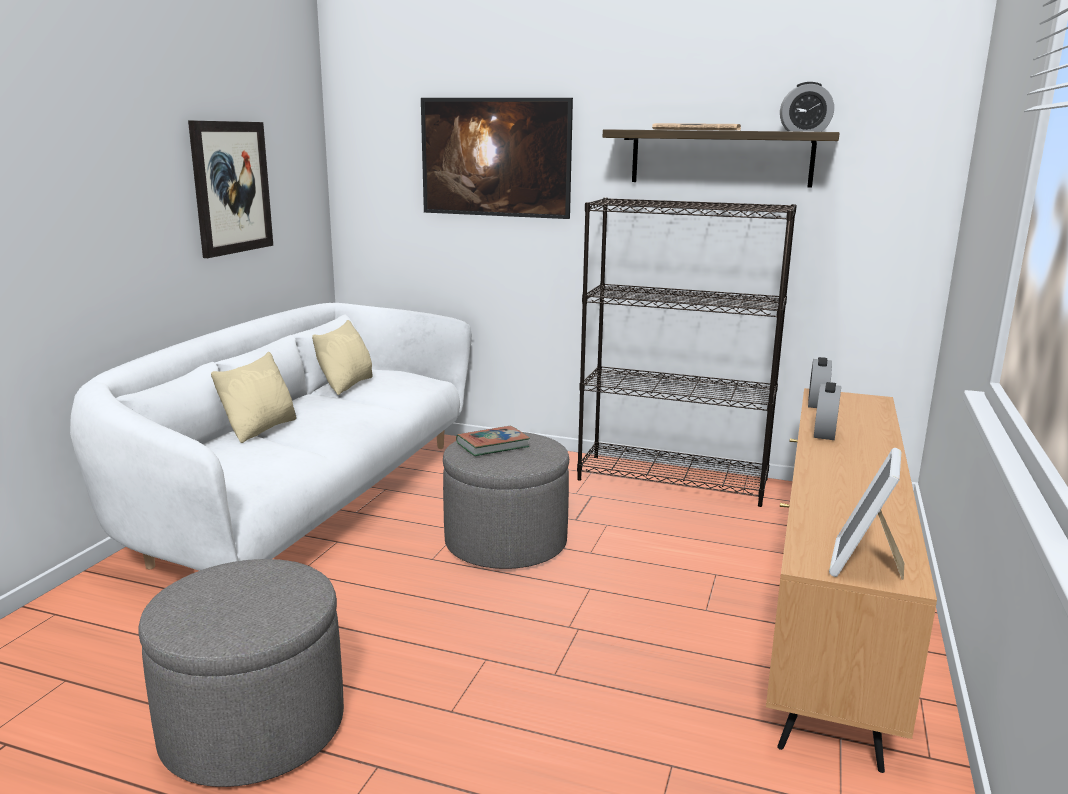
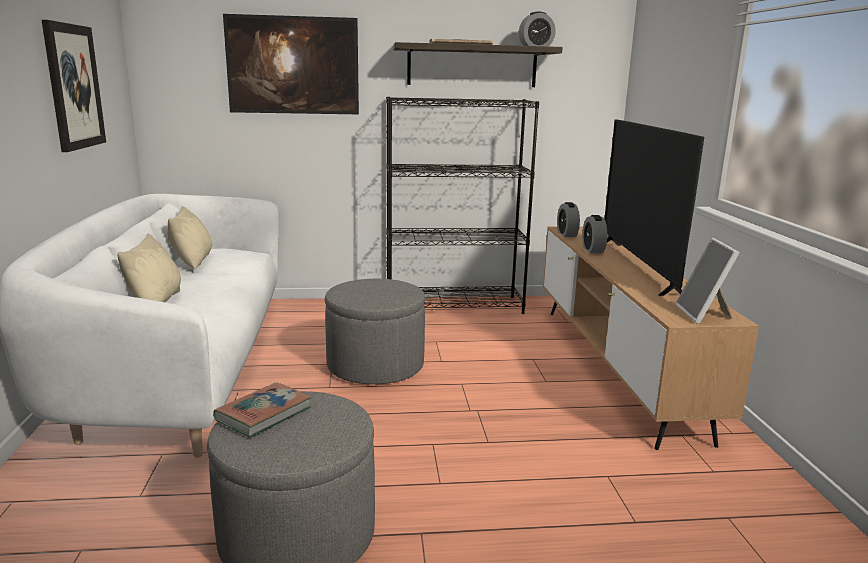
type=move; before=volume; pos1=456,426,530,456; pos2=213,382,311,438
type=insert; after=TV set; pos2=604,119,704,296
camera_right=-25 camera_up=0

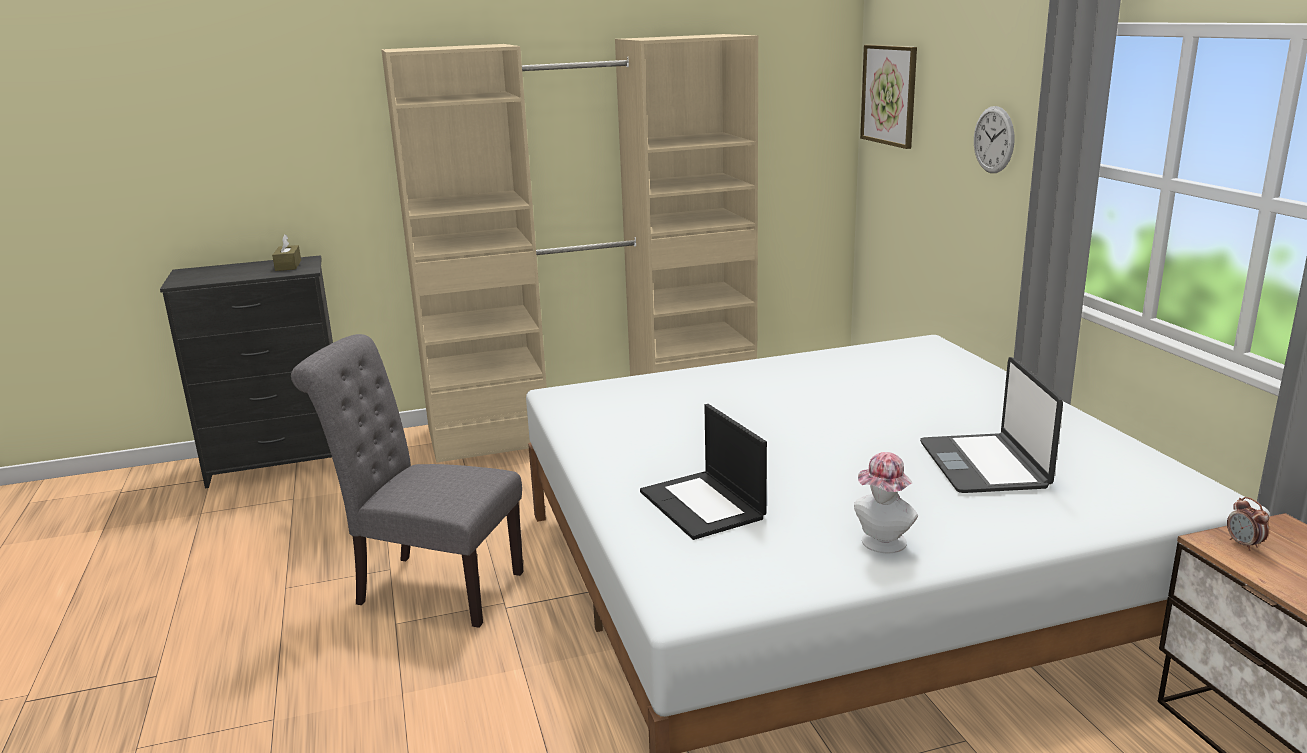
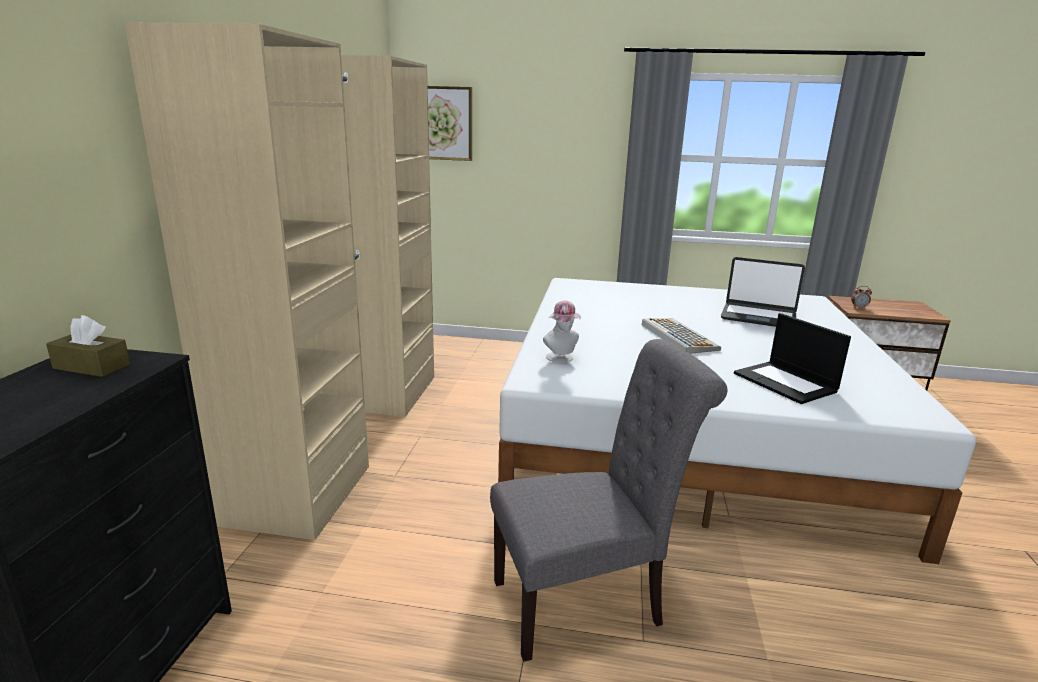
type=rotate; before=grey upright chair; pos1=291,334,523,628; pos2=490,339,727,662; turn=-150
type=move; before=clothing hat; pos1=854,452,918,553; pos2=543,300,581,363
type=insert; after=PC keyboard; pos2=642,318,721,354
type=rotate; before=portable computer; pos1=640,404,767,540; pos2=734,313,851,404; turn=60
type=delete; before=clock on the wall; pos1=974,106,1014,173
camera_right=-65 camera_up=0

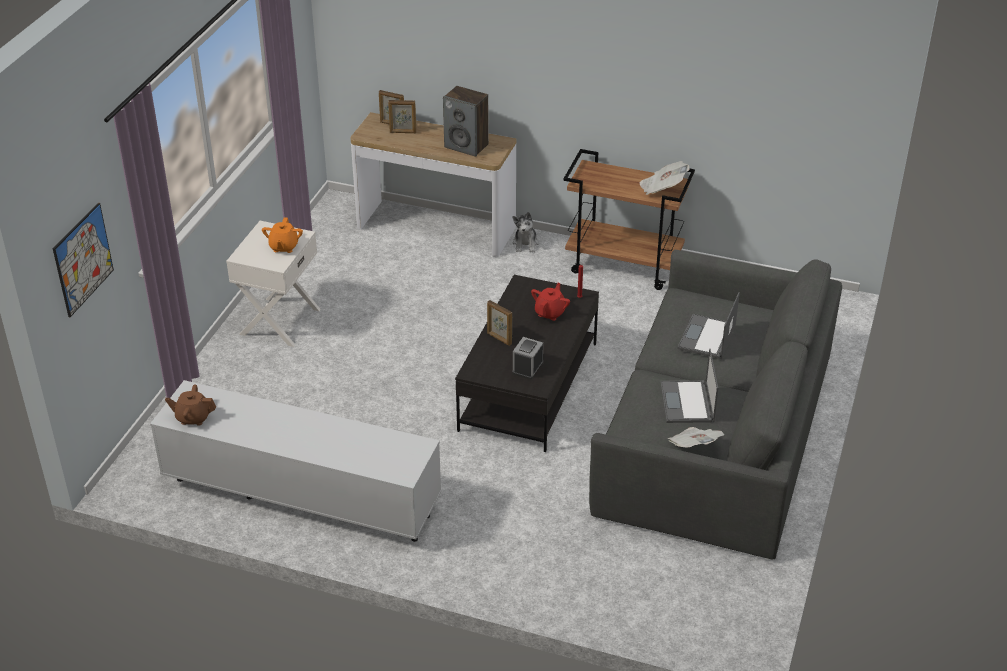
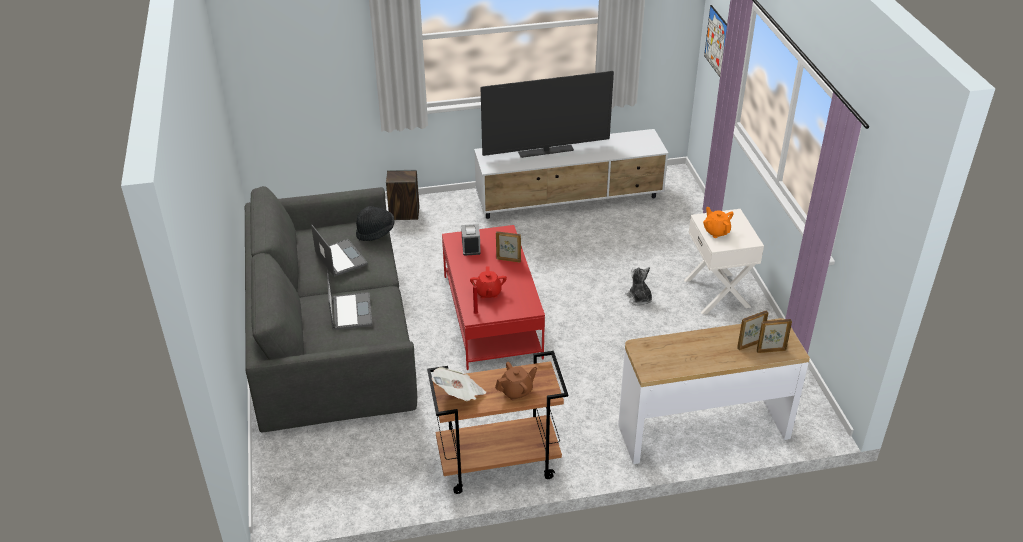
type=insert; after=blackish clothing hat; pos2=356,206,395,241
type=move; before=audio speaker; pos1=443,86,489,157; pos2=386,170,420,220
type=recolor; before=blackish lounge table; after=red lounge table; pos1=455,275,599,452; pos2=442,225,545,370
type=insert; after=TV set; pos2=481,71,614,158
type=move; before=brown-coloured pot for tea; pos1=165,384,216,426; pos2=495,362,537,400
type=move; before=cuddly toy; pos1=512,212,539,252; pos2=625,267,652,306
type=delete; before=newspaper; pos1=667,427,725,447
camera_right=150 camera_up=0

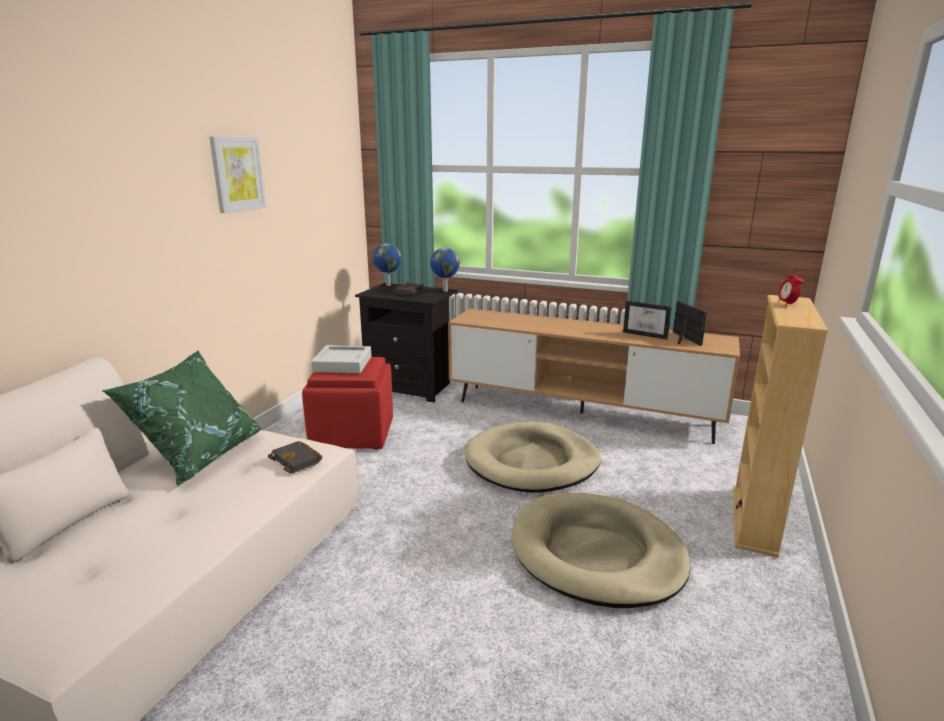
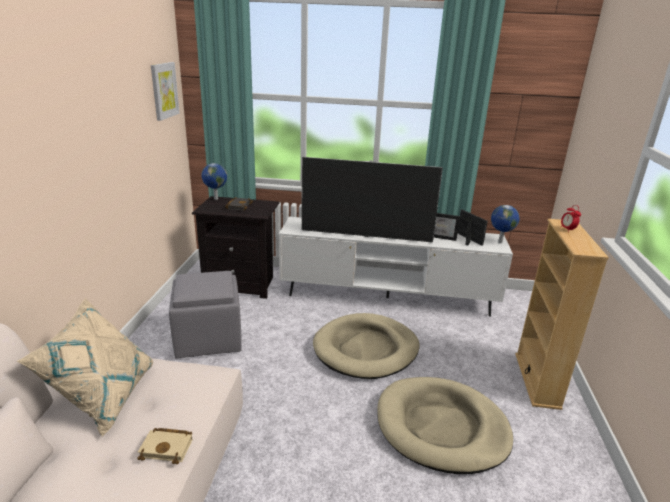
type=recolor; before=green-coloured pillow; after=beige-coloured pillow; pos1=102,350,261,486; pos2=17,298,153,436
type=insert; after=beige-coloured volume; pos2=138,428,192,464
type=move; before=picture; pos1=209,136,266,213; pos2=151,62,180,121
type=recolor; before=red ottoman; after=grey ottoman; pos1=302,357,393,449; pos2=169,271,242,359
type=recolor; before=brown-coloured tv unit; after=white tv unit; pos1=448,309,740,444; pos2=279,217,513,317
type=insert; after=TV set; pos2=301,157,443,242
type=move; before=globe; pos1=430,248,460,292; pos2=491,205,520,243
type=delete; before=blackish volume; pos1=268,441,322,473
type=delete; before=grey carrying tray; pos1=311,345,371,373
camera_right=-15 camera_up=5

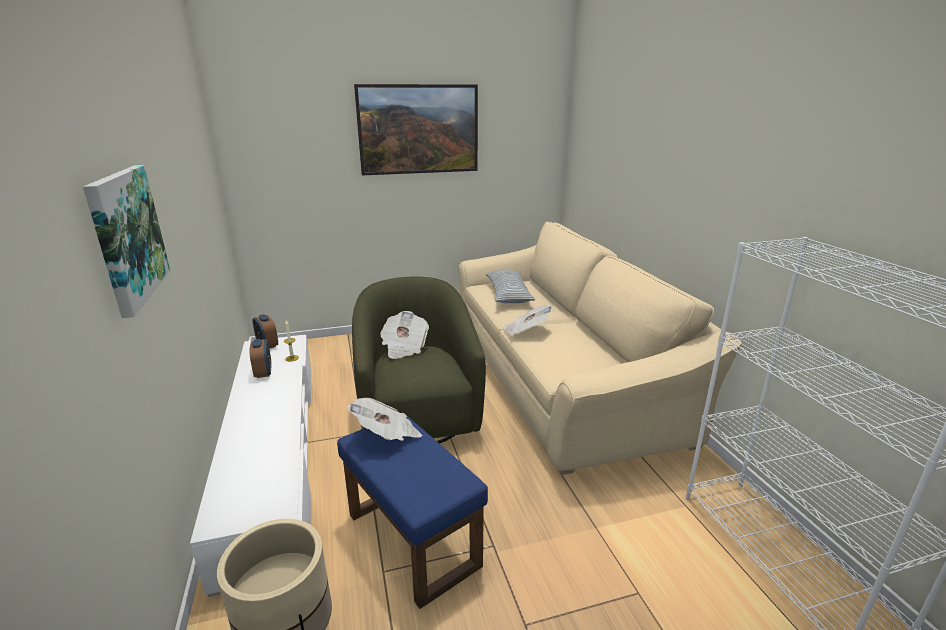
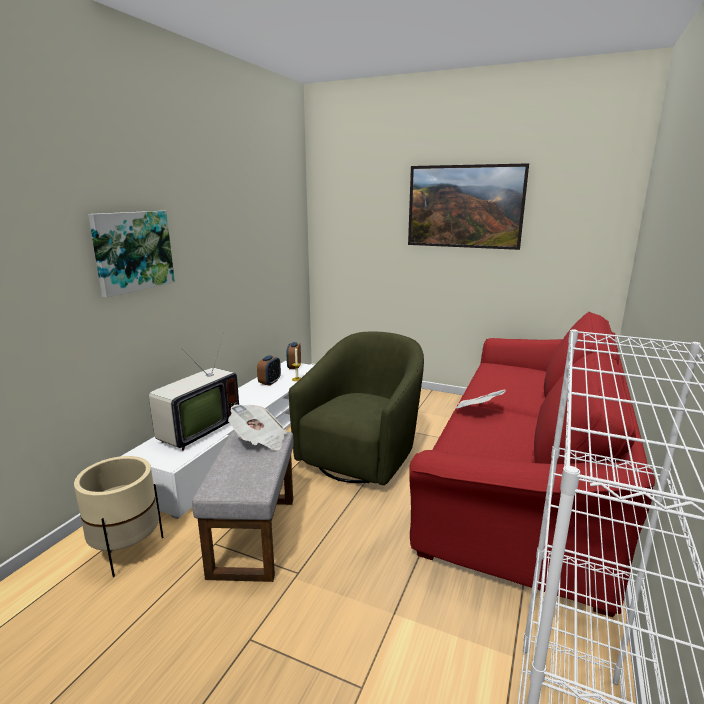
type=insert; after=TV set; pos2=149,332,239,451
type=recolor; before=bluish ottoman; after=grey ottoman; pos1=337,416,488,609; pos2=192,431,294,582
type=recolor; before=beige-coloured settee; after=red settee; pos1=459,221,742,475; pos2=409,312,655,617
type=delete; before=newspaper; pos1=380,311,429,359
type=delete; before=pillow; pos1=486,270,535,303
camera_right=40 camera_up=-5

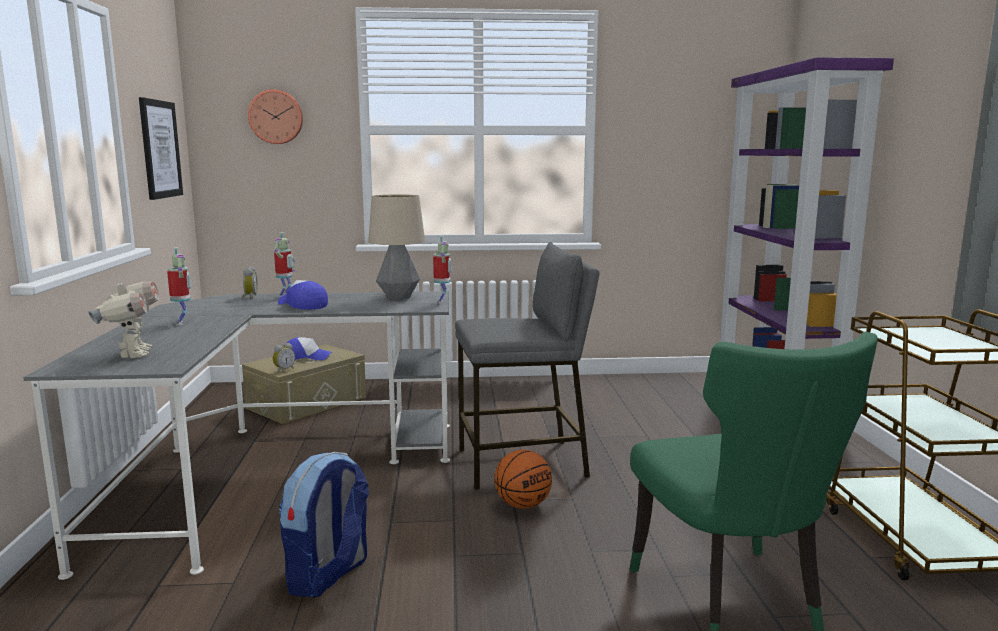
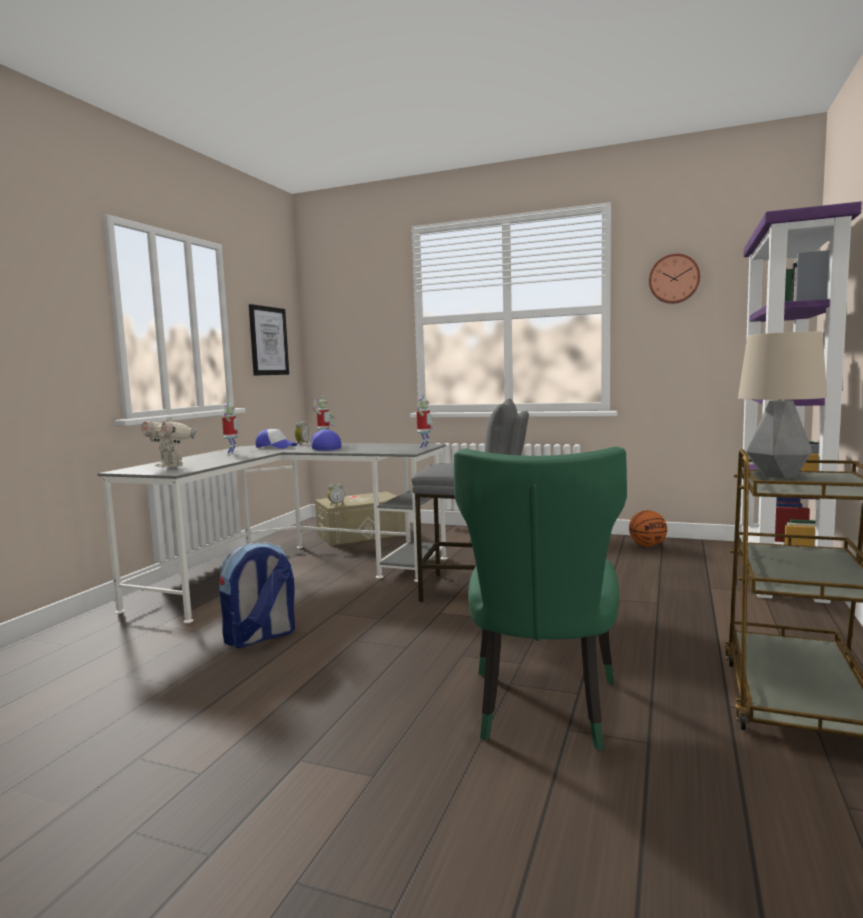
type=rotate; before=robot figure; pos1=88,276,159,358; pos2=141,412,196,467; turn=120
type=move; before=baseball cap; pos1=284,337,331,360; pos2=255,429,297,449
type=move; before=basketball; pos1=495,450,552,509; pos2=629,510,667,547
type=move; before=clock on the wall; pos1=248,89,303,144; pos2=649,254,700,304
type=move; before=tabletop lamp; pos1=368,194,425,299; pos2=738,331,827,478
camera_right=25 camera_up=-5

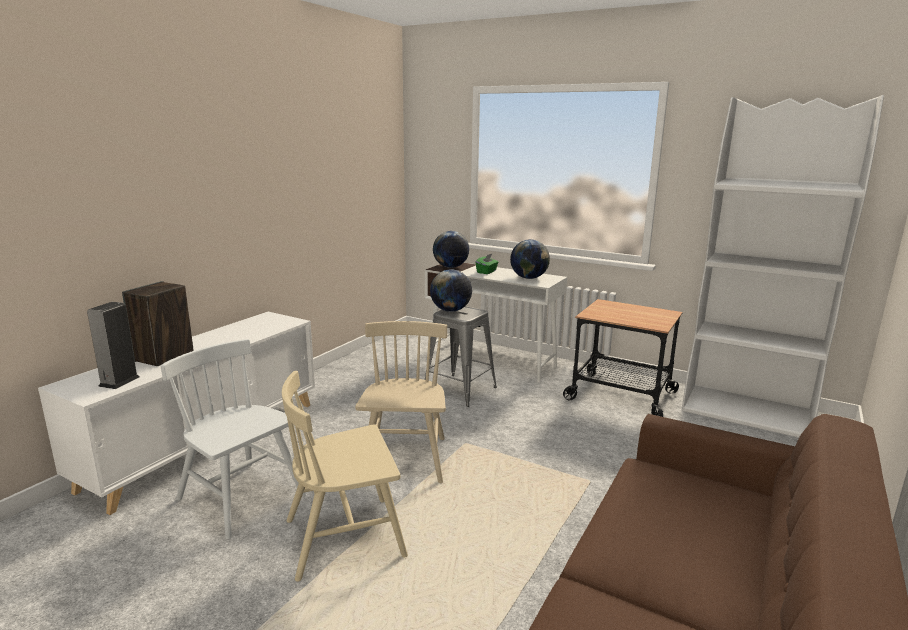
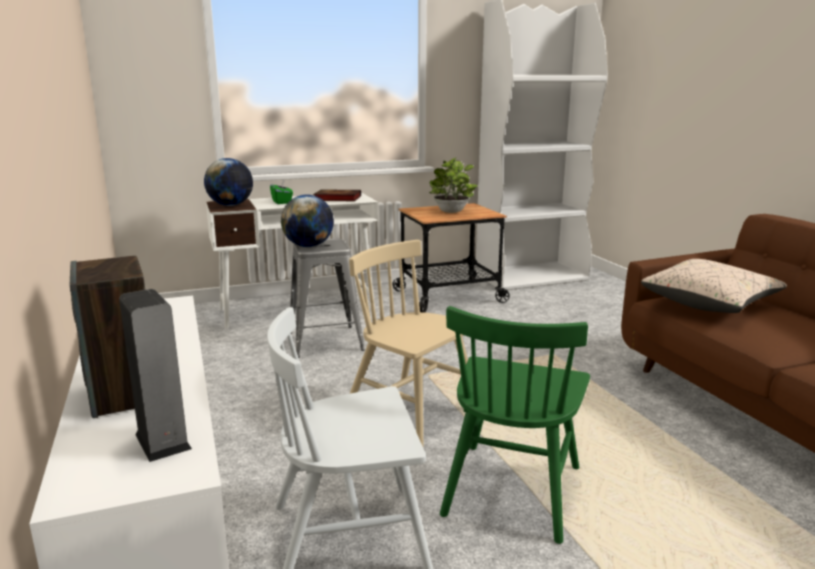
type=replace; before=globe; after=volume; pos1=510,239,550,279; pos2=313,190,361,201
type=insert; after=houseplant; pos2=429,157,478,213
type=recolor; before=beige-coloured upright chair; after=green-coloured upright chair; pos1=282,371,408,582; pos2=440,306,590,544
type=insert; after=beige-coloured pillow; pos2=641,259,787,313
camera_right=-50 camera_up=0

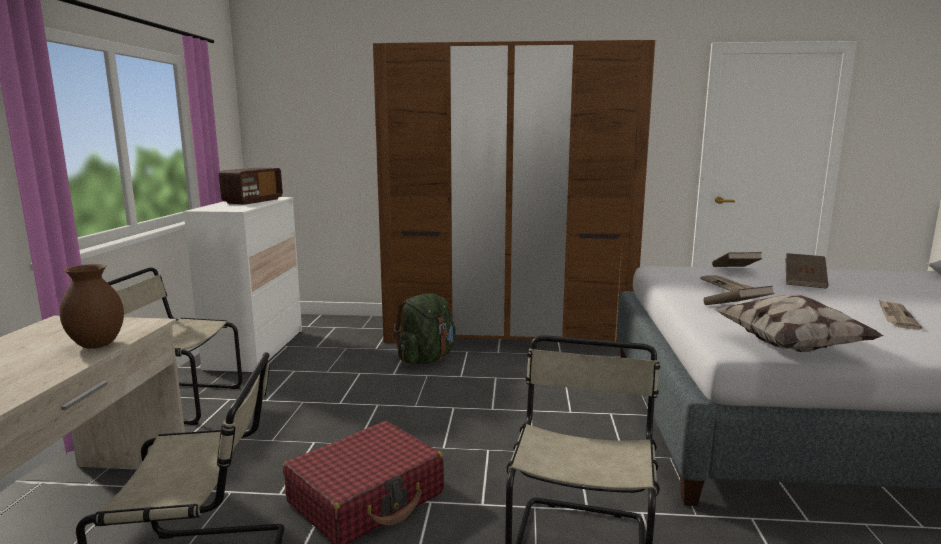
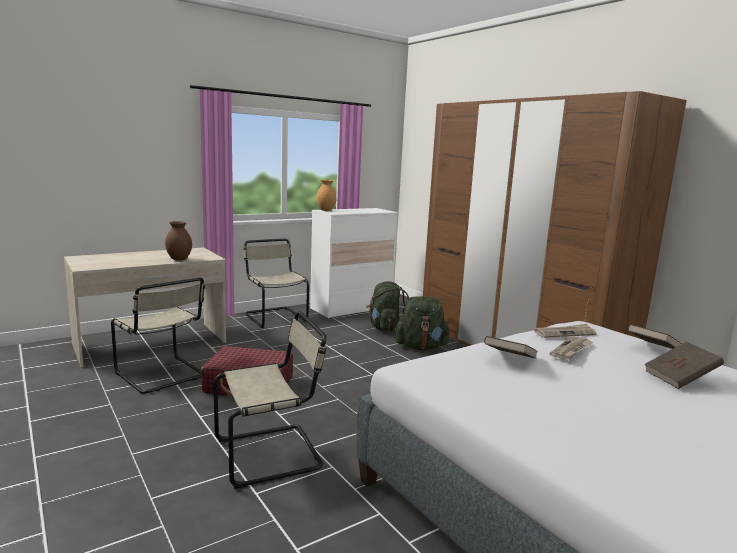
type=insert; after=brown-coloured vase; pos2=316,180,337,211
type=insert; after=green-coloured knapsack; pos2=366,282,409,331
type=move; before=newspaper; pos1=879,300,922,330; pos2=534,324,597,338
type=delete; before=radio receiver; pos1=219,168,283,205
type=delete; before=pillow; pos1=714,295,884,352
camera_right=50 camera_up=0

